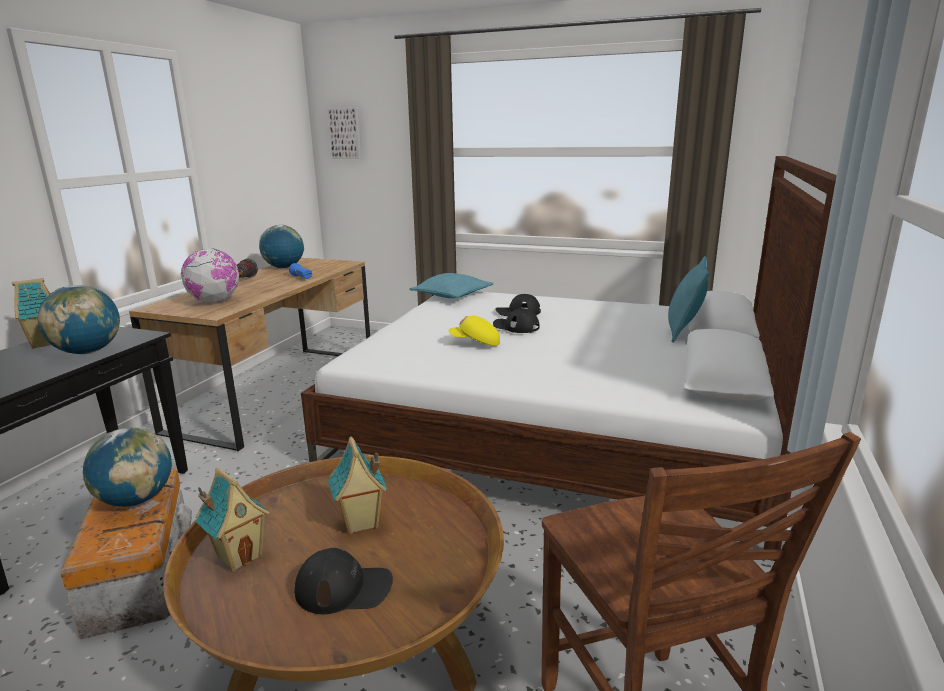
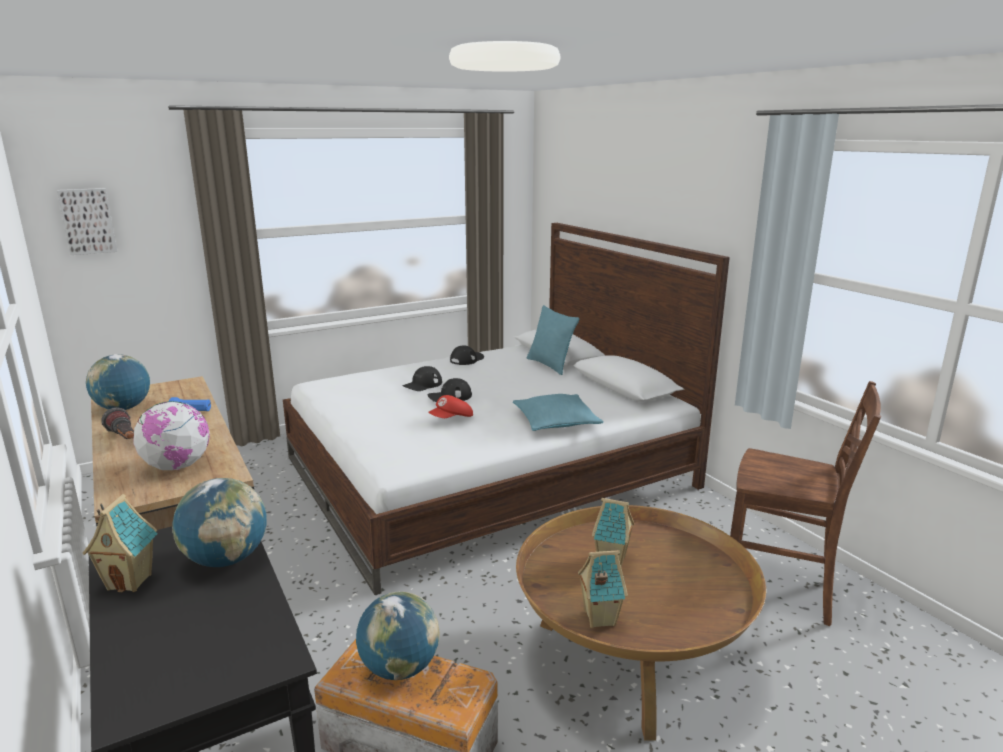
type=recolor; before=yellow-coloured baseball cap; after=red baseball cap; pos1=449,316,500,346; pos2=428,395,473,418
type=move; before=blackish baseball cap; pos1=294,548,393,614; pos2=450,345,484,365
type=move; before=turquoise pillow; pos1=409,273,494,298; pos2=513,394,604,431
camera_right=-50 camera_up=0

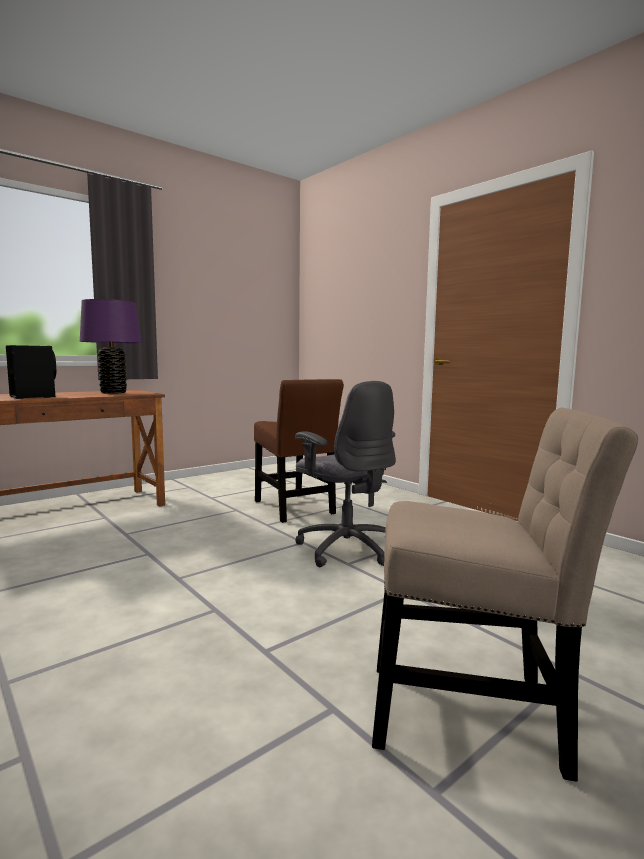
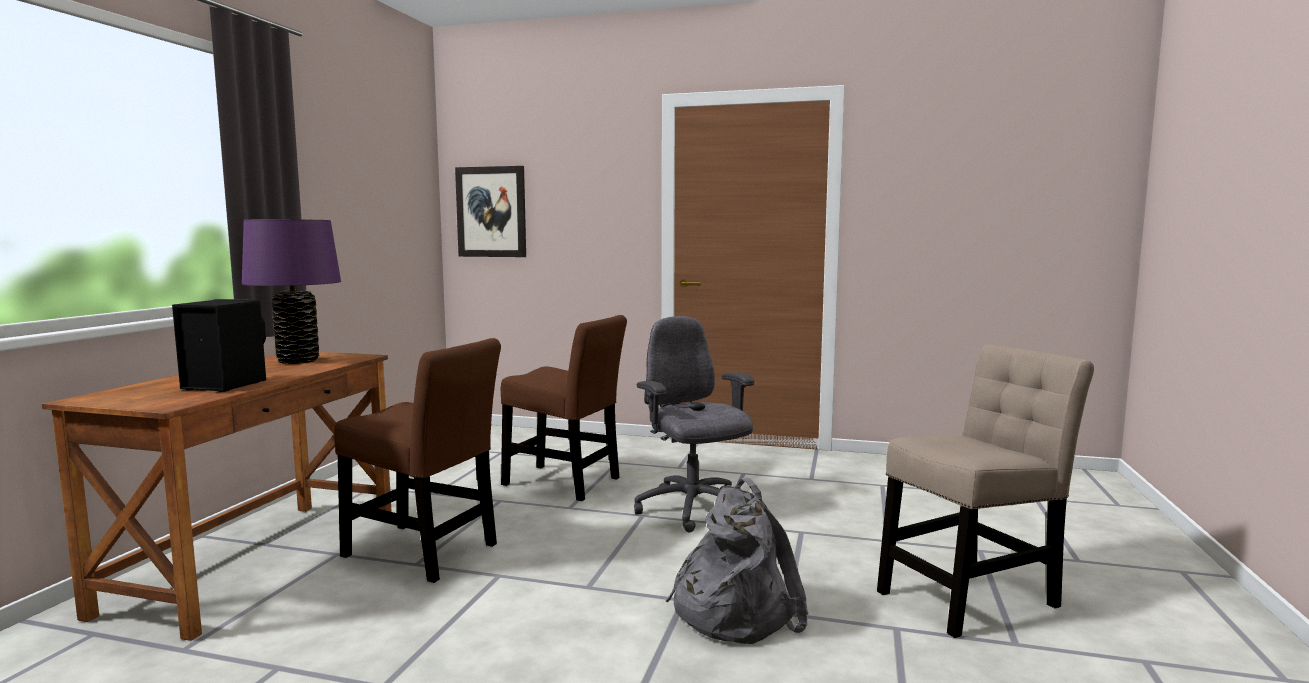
type=insert; after=brown-coloured upright chair; pos2=334,338,501,583
type=insert; after=picture; pos2=455,166,526,257
type=rotate; before=grey desk chair; pos1=295,381,396,567; pos2=634,316,754,532; turn=-135
type=insert; after=grey knapsack; pos2=666,478,809,644
camera_right=-35 camera_up=0

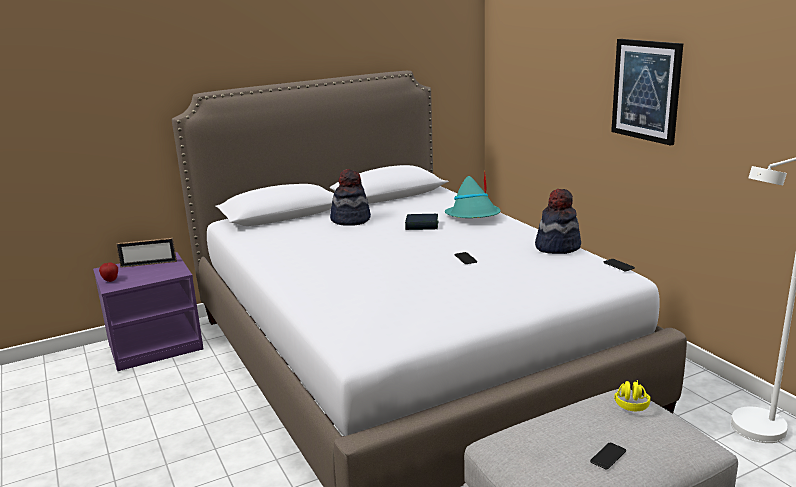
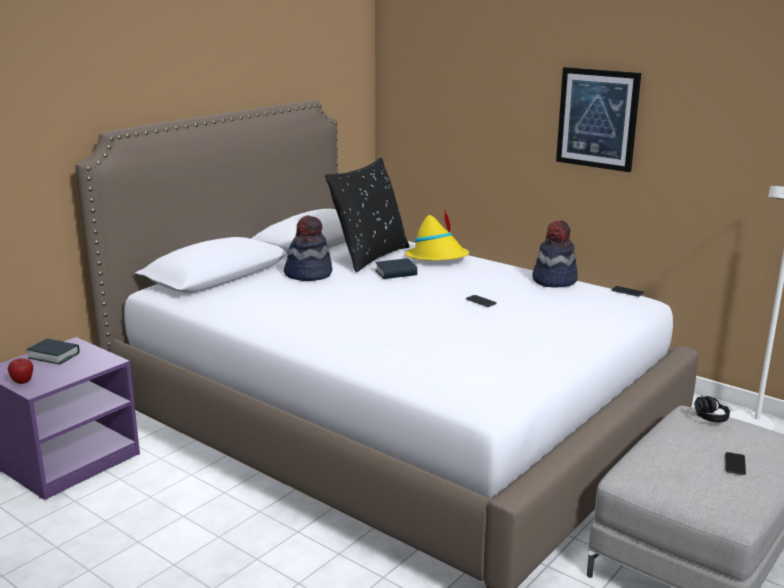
type=replace; before=standing frame; after=volume; pos1=116,238,177,268; pos2=27,339,80,365
type=insert; after=blackish pillow; pos2=325,157,409,272
type=recolor; before=turquoise clothing hat; after=yellow-coloured clothing hat; pos1=445,174,501,218; pos2=405,209,469,261
type=recolor; before=yellow-coloured headset; after=blackish headset; pos1=614,380,651,411; pos2=694,395,730,422
camera_right=-25 camera_up=0

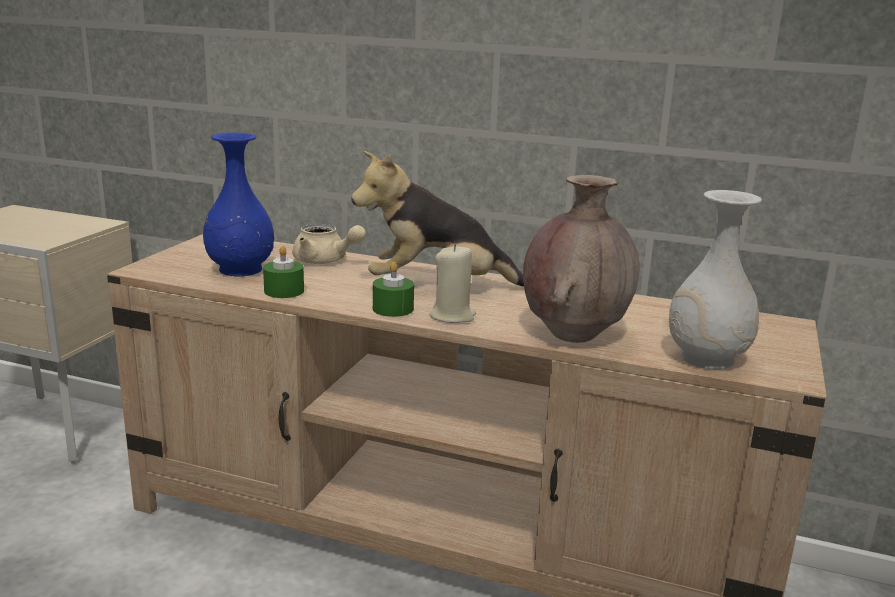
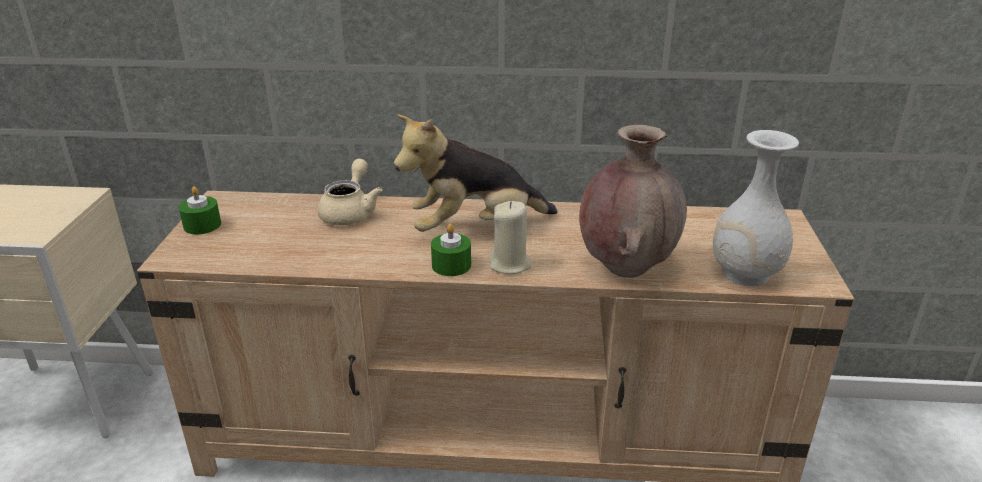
type=move; before=green-coloured candle; pos1=263,246,304,298; pos2=179,186,221,234
type=rotate; before=beige-coloured pot for tea; pos1=292,224,366,264; pos2=318,159,382,225; turn=-90
type=delete; before=bluish vase; pos1=203,133,274,277
camera_right=-15 camera_up=10

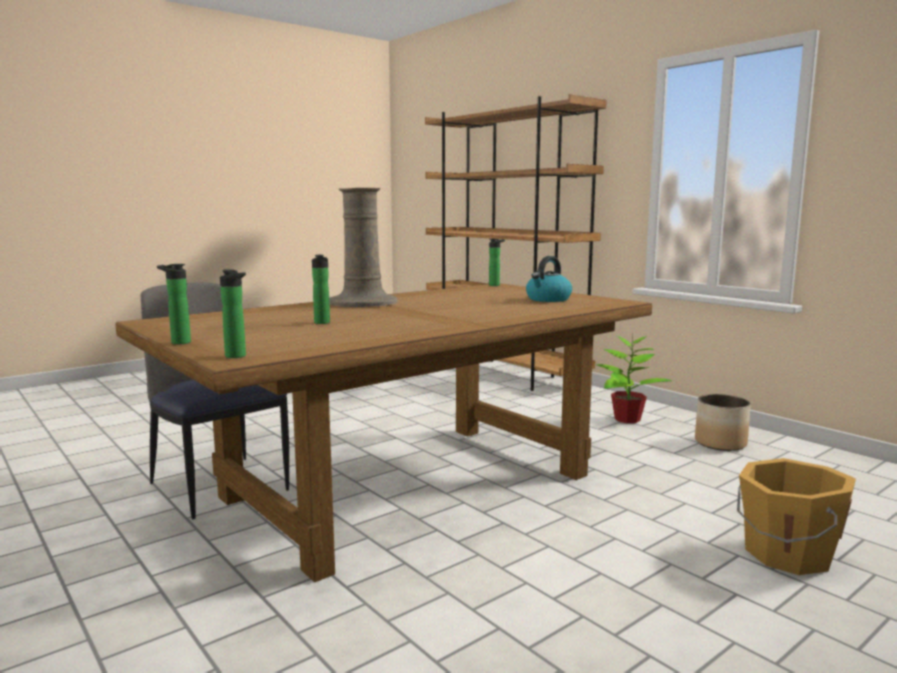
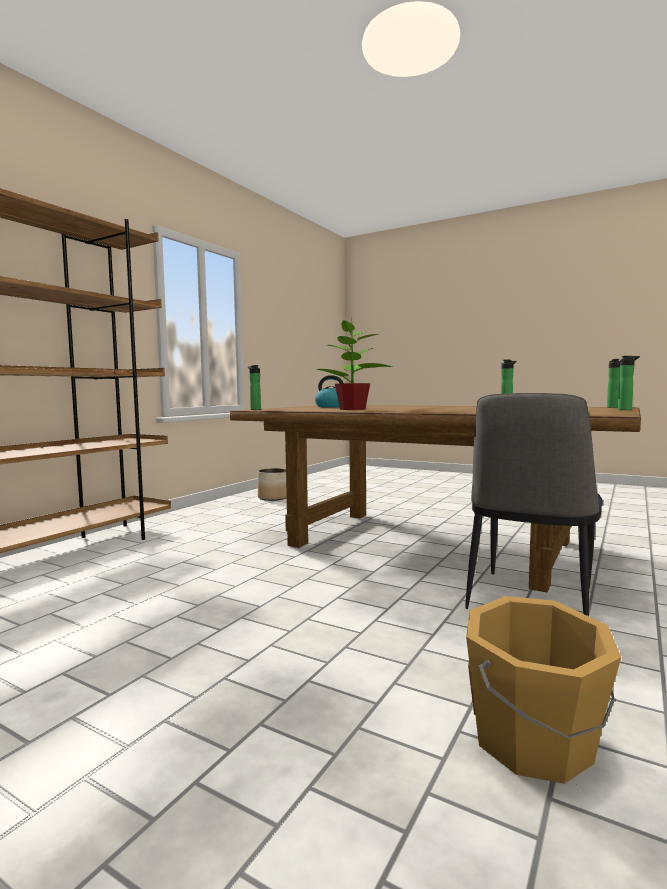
type=move; before=houseplant; pos1=596,334,672,423; pos2=317,320,392,410
type=move; before=orange water bucket; pos1=737,458,856,575; pos2=466,596,621,784
type=delete; before=beige-coloured vase; pos1=329,188,397,307
camera_right=-110 camera_up=-5

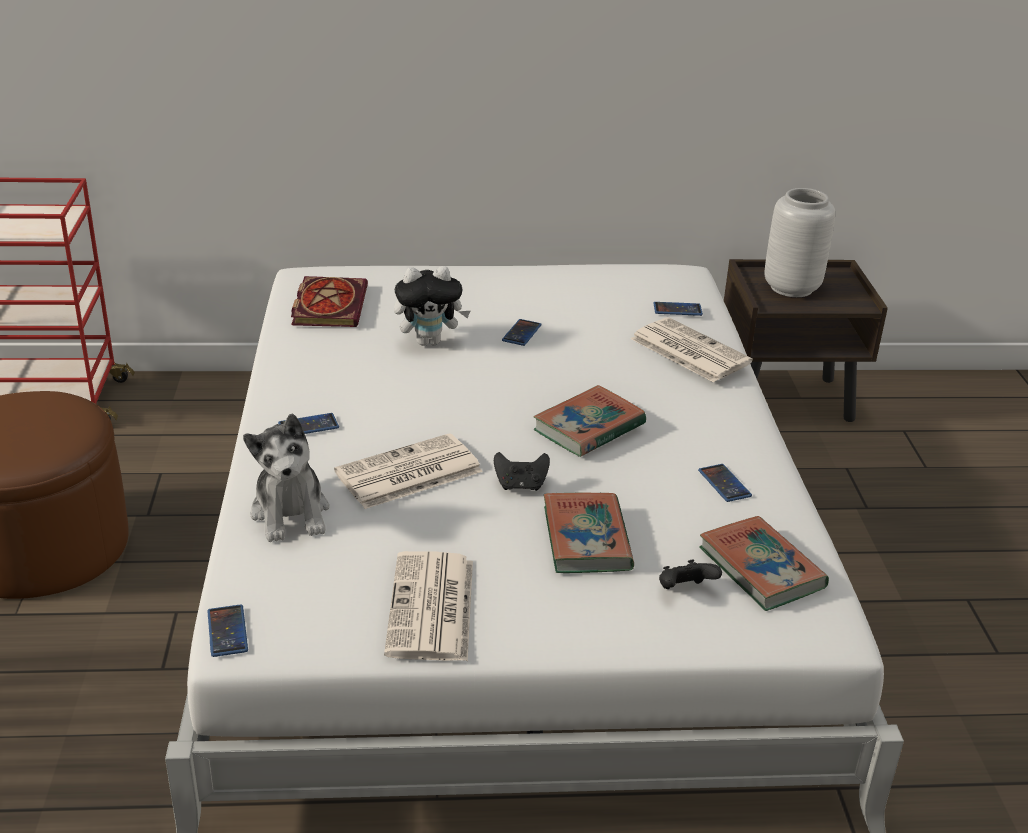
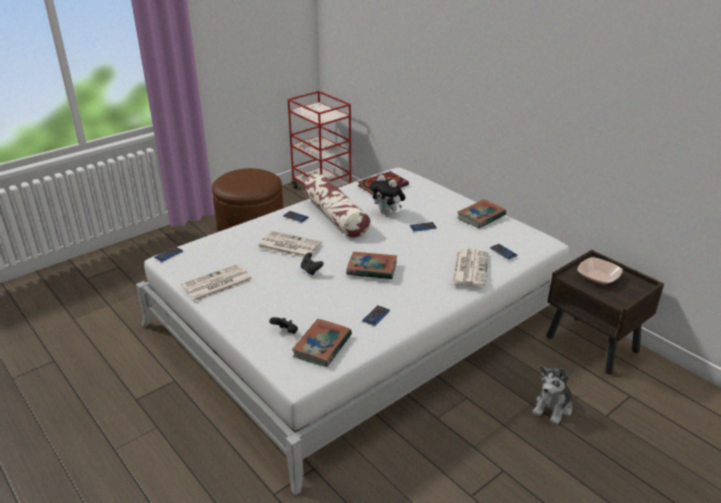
type=insert; after=pillow; pos2=303,174,371,238
type=move; before=volume; pos1=544,493,634,573; pos2=457,199,506,228
type=move; before=cuddly toy; pos1=243,413,329,542; pos2=533,365,572,425
type=replace; before=grey vase; after=bowl; pos1=764,188,835,297; pos2=577,257,623,285
camera_right=55 camera_up=0

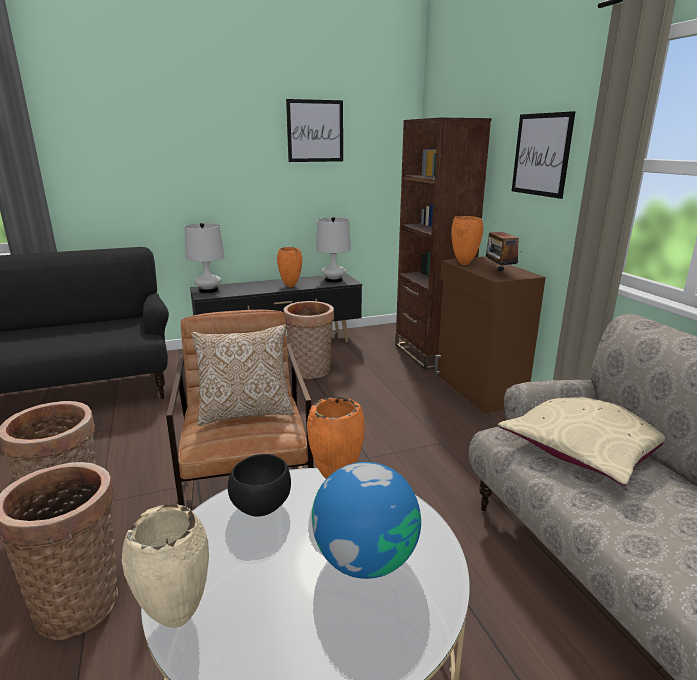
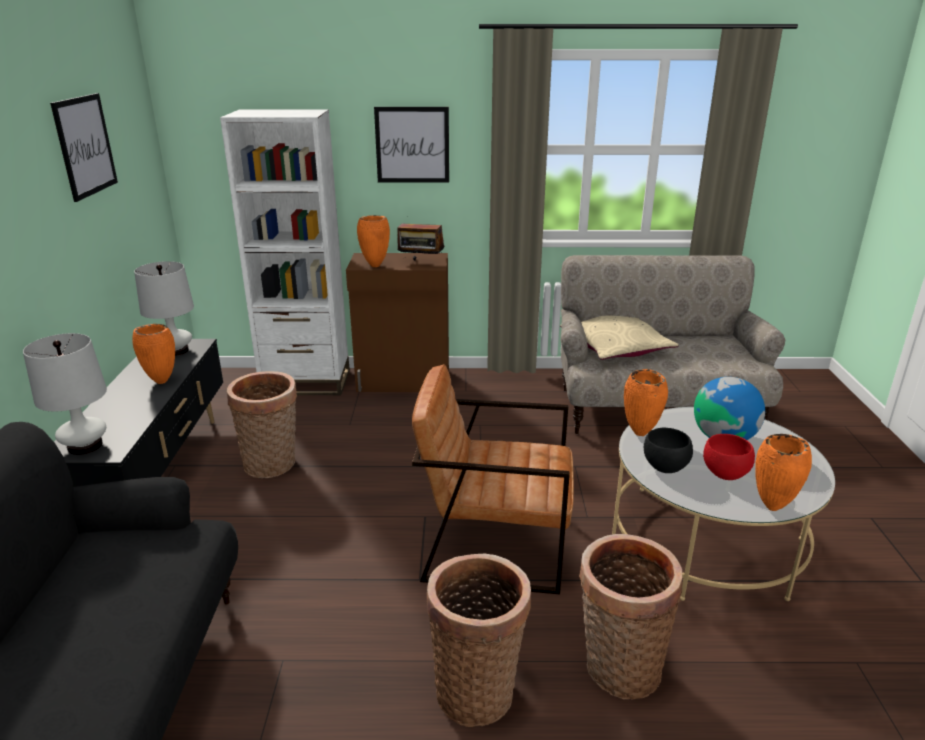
type=recolor; before=brown-coloured shelving unit; after=white shelving unit; pos1=395,118,491,370; pos2=220,109,350,395
type=insert; after=red bowl; pos2=703,434,755,480
type=recolor; before=beige-coloured vase; after=orange vase; pos1=122,504,209,628; pos2=755,434,812,511
type=delete; before=pillow; pos1=191,324,294,426
camera_right=-70 camera_up=5

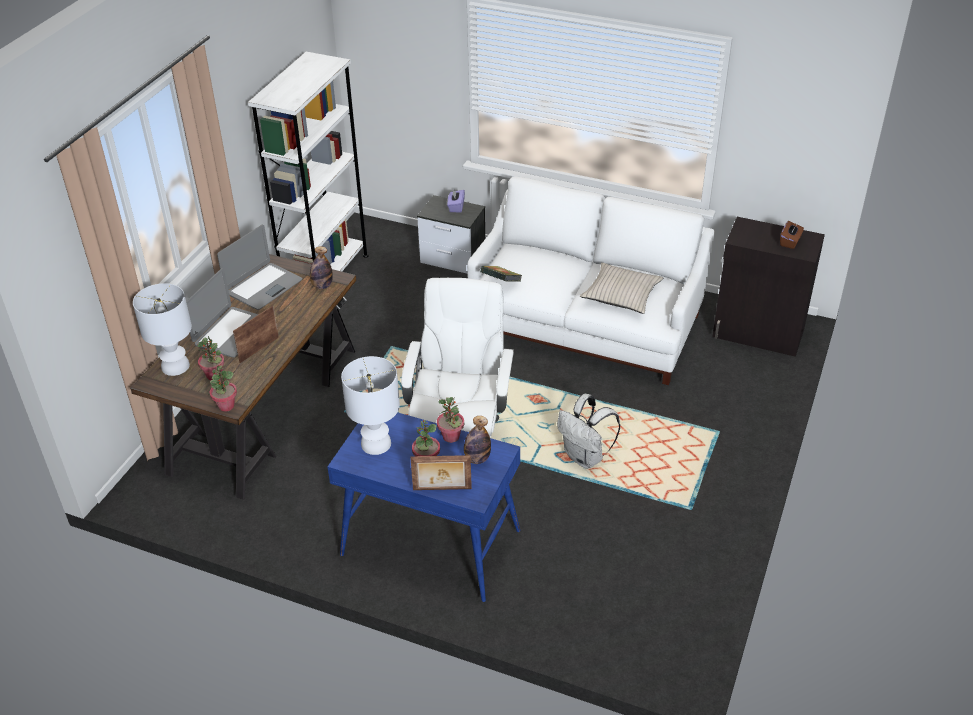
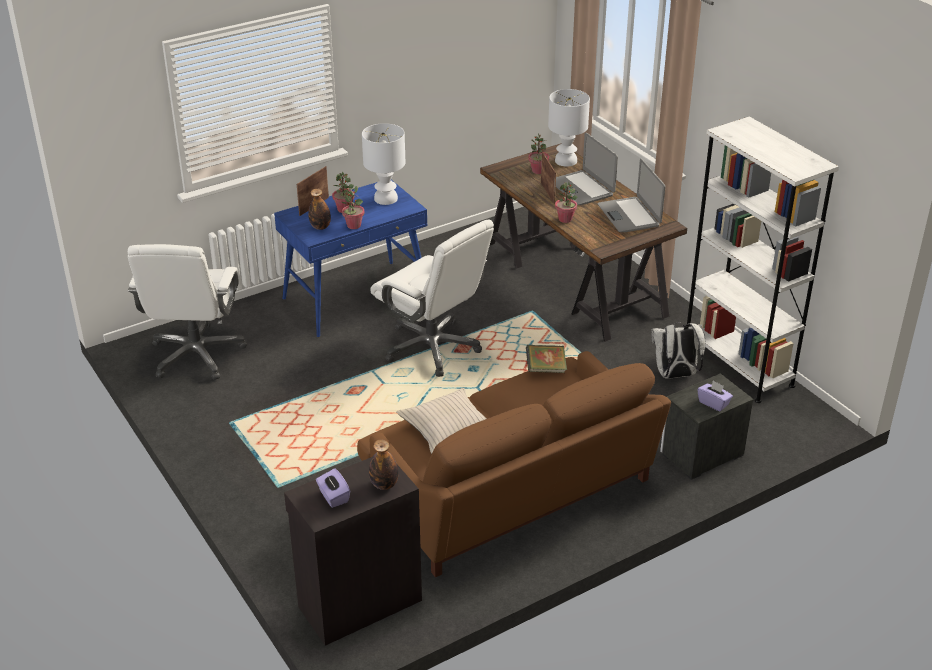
type=insert; after=white desk chair; pos2=128,244,247,380
type=recolor; before=brown-coloured tissue holder; after=purplish tissue holder; pos1=780,221,804,249; pos2=316,468,350,508
type=recolor; before=white settee; after=brown-coloured settee; pos1=467,176,715,385; pos2=357,351,671,577
type=move; before=bottle; pos1=310,246,333,289; pos2=369,439,399,490
type=move; before=houseplant; pos1=210,365,237,412; pos2=555,182,577,223
type=move; before=white knapsack; pos1=557,394,620,469; pos2=651,322,705,379
camera_right=125 camera_up=-5

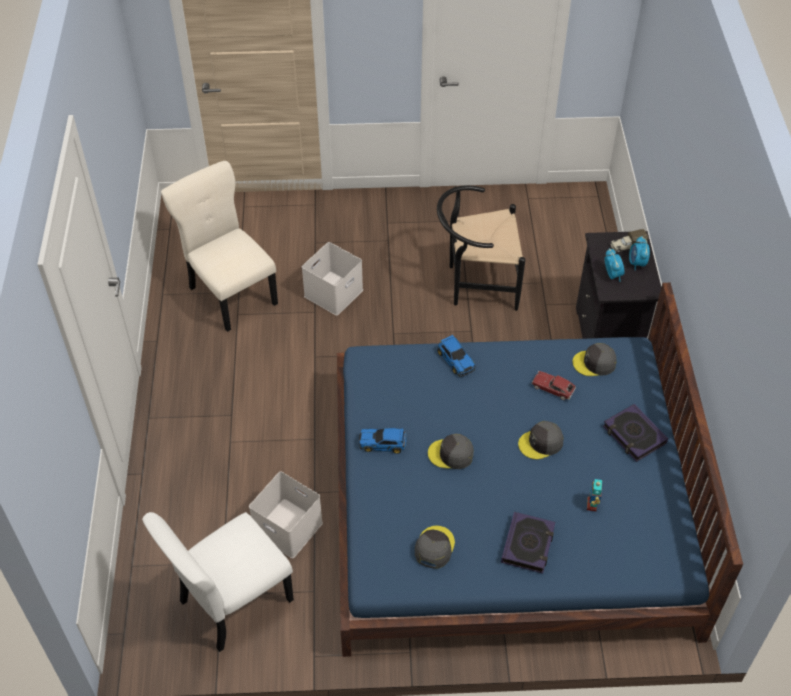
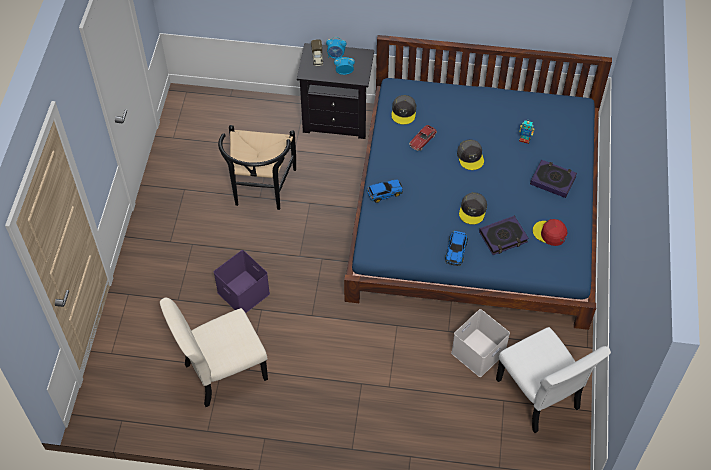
type=recolor; before=white storage box; after=purplish storage box; pos1=302,242,363,316; pos2=214,250,270,313
type=move; before=volume; pos1=603,404,668,462; pos2=479,216,529,255
type=recolor; before=grey baseball cap; after=red baseball cap; pos1=415,526,455,569; pos2=533,219,568,246
camera_right=-80 camera_up=5

